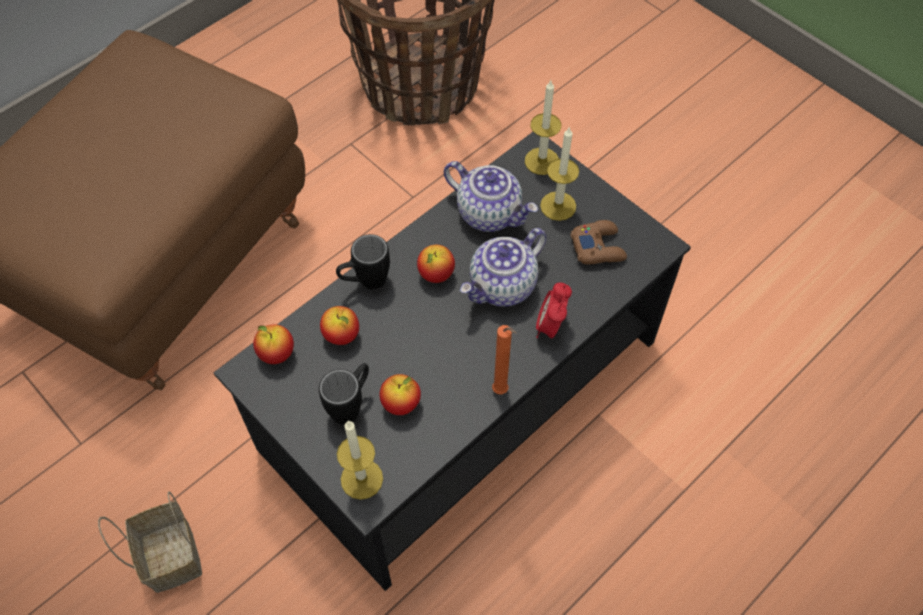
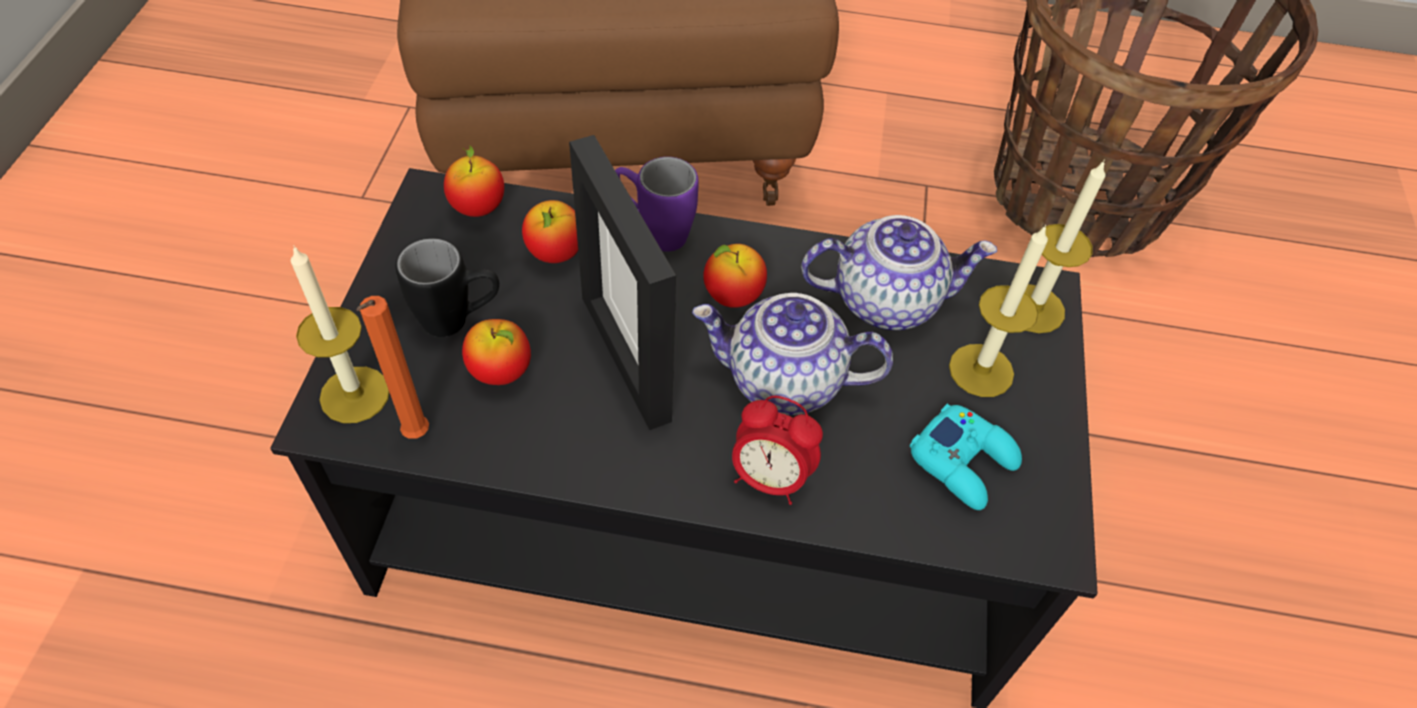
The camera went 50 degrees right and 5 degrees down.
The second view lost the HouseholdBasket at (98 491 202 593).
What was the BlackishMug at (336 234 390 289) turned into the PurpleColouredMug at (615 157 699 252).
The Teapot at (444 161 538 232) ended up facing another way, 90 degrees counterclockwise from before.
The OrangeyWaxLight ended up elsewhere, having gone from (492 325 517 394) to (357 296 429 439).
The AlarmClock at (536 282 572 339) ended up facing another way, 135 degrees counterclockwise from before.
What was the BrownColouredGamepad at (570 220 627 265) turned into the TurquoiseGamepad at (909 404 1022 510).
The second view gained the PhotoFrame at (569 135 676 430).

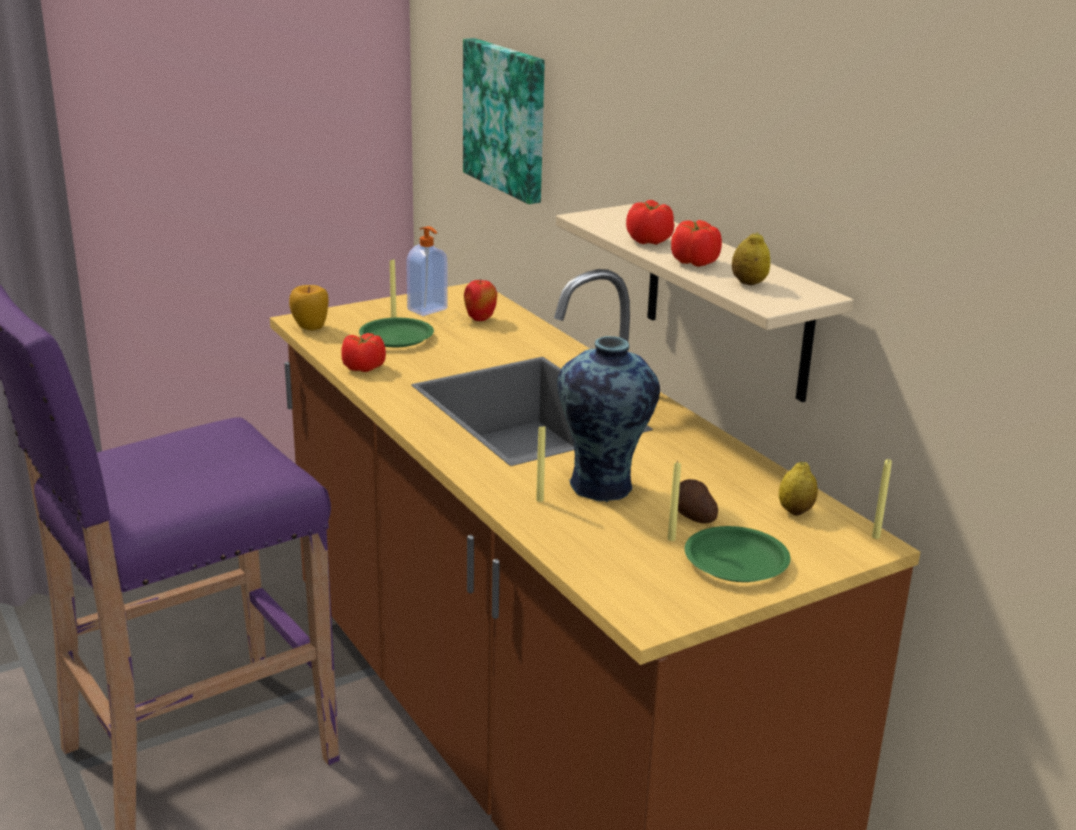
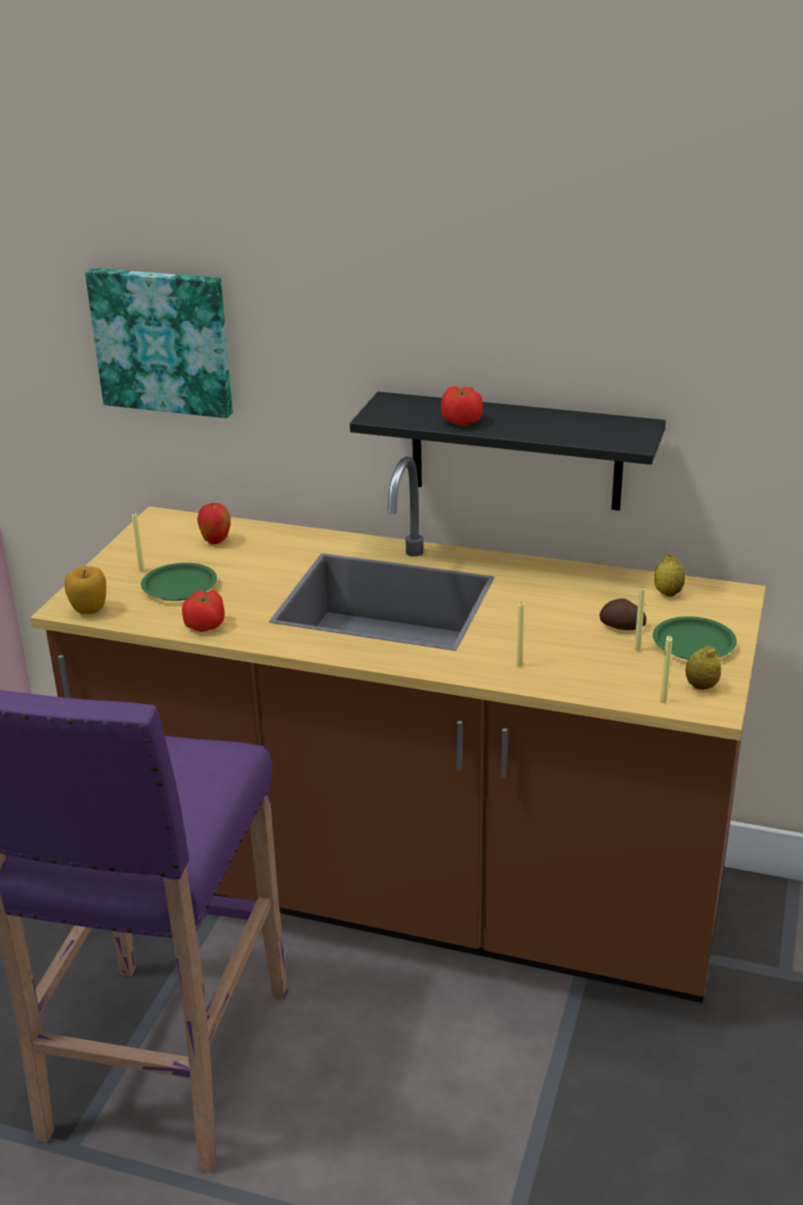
The camera went 40 degrees left and 5 degrees up.
The second view lost the SoapBottle at (406 226 448 316).
What was the SandColouredBracketShelf at (556 204 854 402) turned into the BlackishBracketShelf at (350 392 666 511).
The second view lost the Vase at (557 336 660 502).
The second view lost the FreshTomato at (671 220 722 267).
The CitrusFruit ended up elsewhere, having gone from (732 232 770 285) to (686 646 721 690).
The YellowWaxLight ended up elsewhere, having gone from (872 459 892 539) to (660 636 672 703).

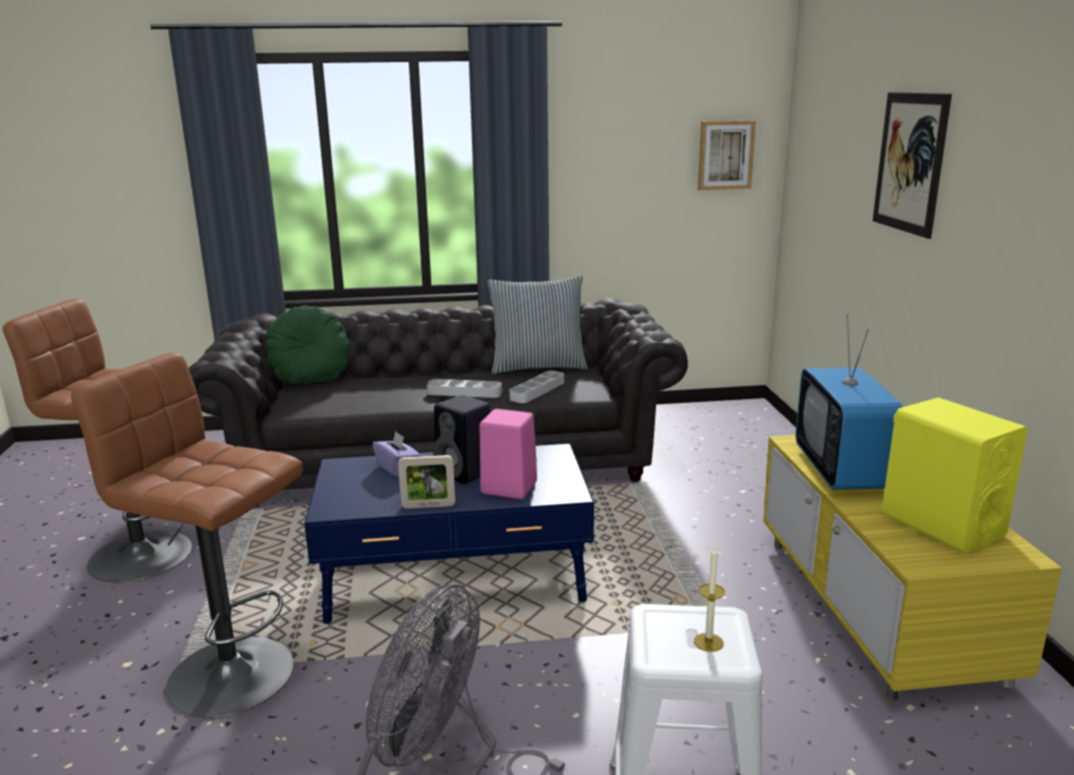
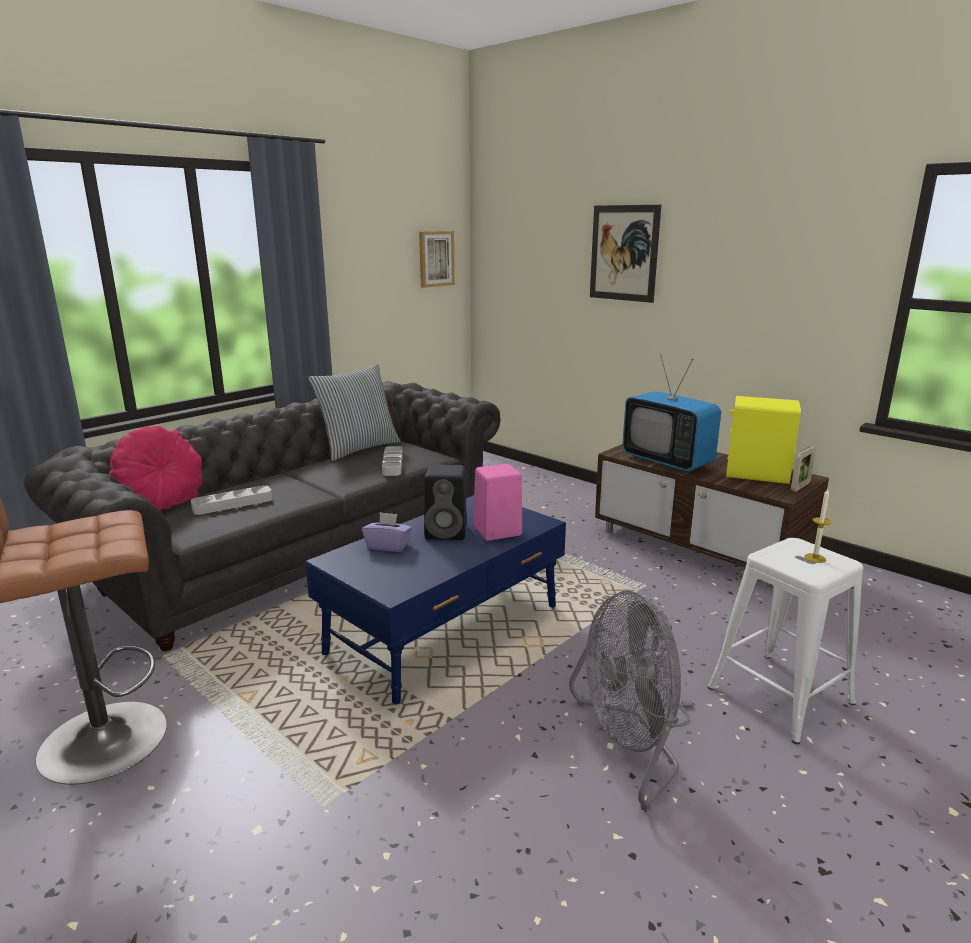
The camera went 40 degrees left and 0 degrees up.
The second view lost the BrownColouredStool at (71 353 302 717).
What was the GreenColouredThrowPillow at (265 305 350 384) turned into the PinkThrowPillow at (109 426 202 510).
The PhotoFrame ended up elsewhere, having gone from (398 455 455 509) to (791 446 816 492).
The GreyTray ended up elsewhere, having gone from (427 379 502 398) to (191 485 272 515).
What was the YellowTvStand at (763 435 1062 700) turned into the BrownColouredTvStand at (595 444 829 588).

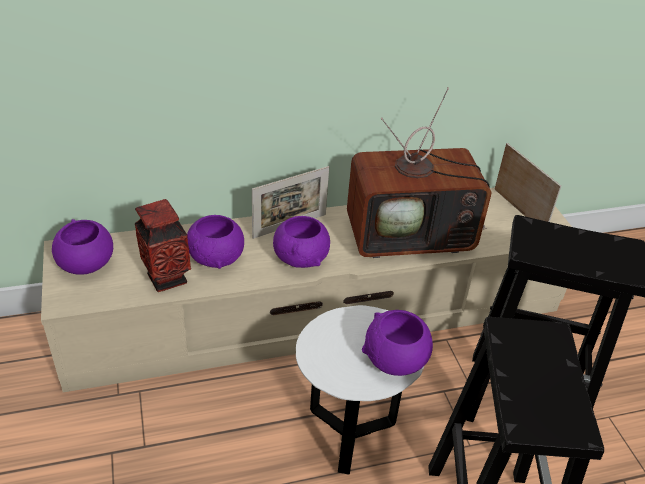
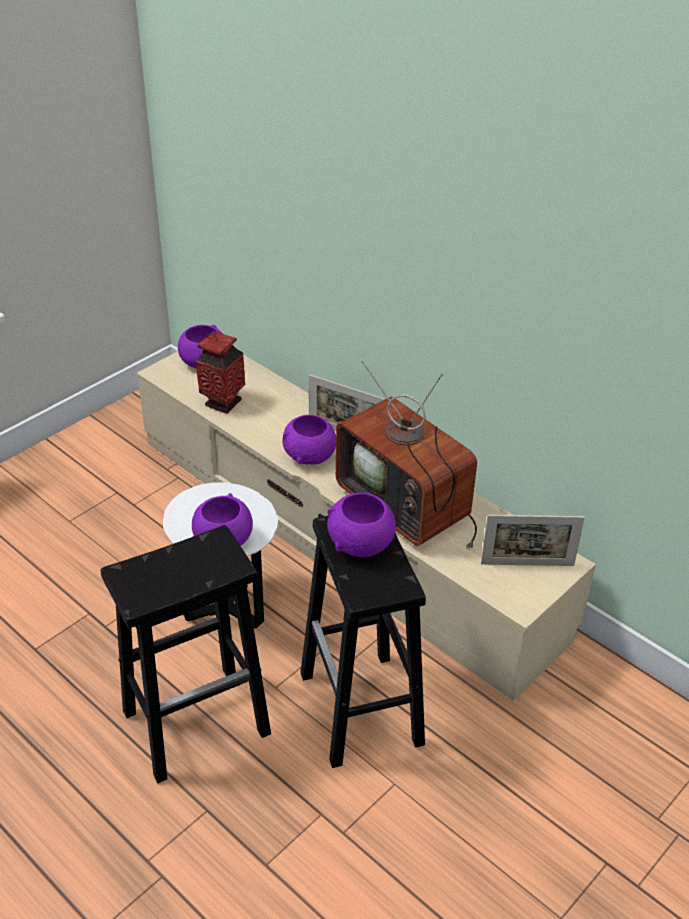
The camera went 60 degrees right and 0 degrees up.
The PurpleColouredBowl ended up elsewhere, having gone from (187 215 244 269) to (327 493 396 558).
The PhotoFrame at (494 143 561 222) ended up facing another way, 60 degrees clockwise from before.

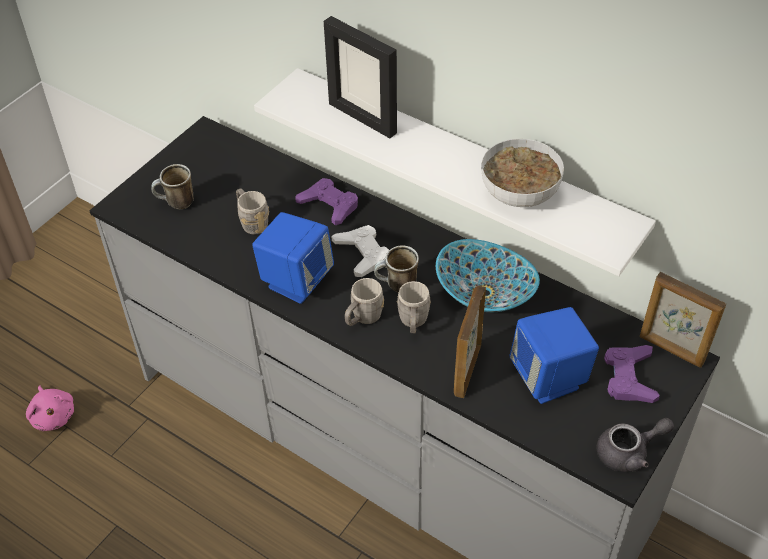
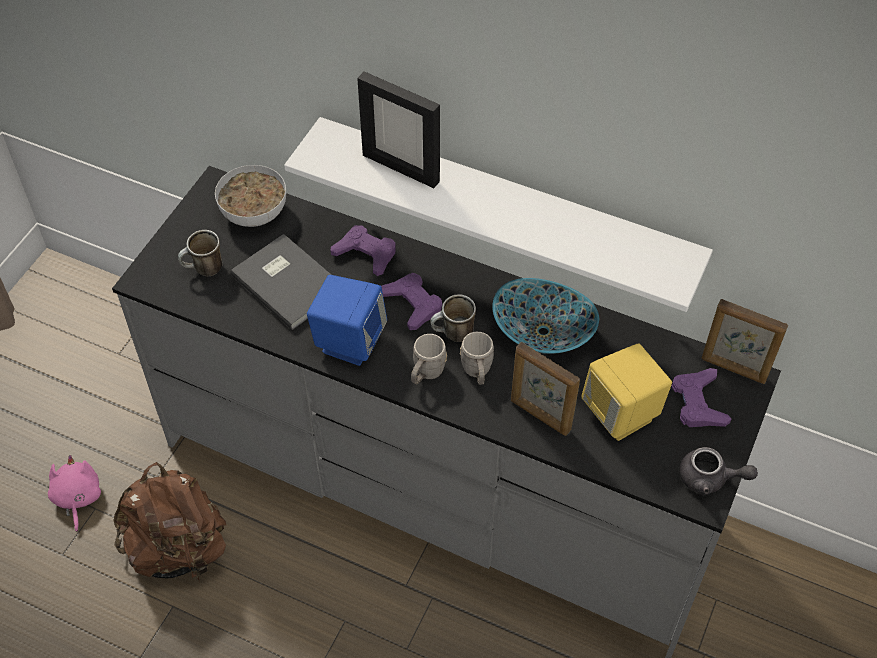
The camera went 10 degrees left and 5 degrees up.
The PinkCuddlyToy at (26 385 74 431) ended up facing another way, 150 degrees counterclockwise from before.
Where the GreyMug stood at (236 188 269 235), the GreyBoundBook came to stand at (231 234 331 330).
What was the WhiteColouredGamepad at (331 225 389 277) turned into the PurpleColouredGamepad at (381 273 442 330).
The PhotoFrame at (454 286 486 398) ended up facing another way, 60 degrees counterclockwise from before.
The Bowl ended up elsewhere, having gone from (481 139 564 207) to (215 165 286 227).
What was the BluishSpeaker at (510 307 599 404) turned into the YellowSpeaker at (581 343 672 441).
The GreyTeapot at (597 418 674 472) ended up facing another way, 45 degrees clockwise from before.
The second view gained the BrownColouredKnapsack at (113 462 227 581).

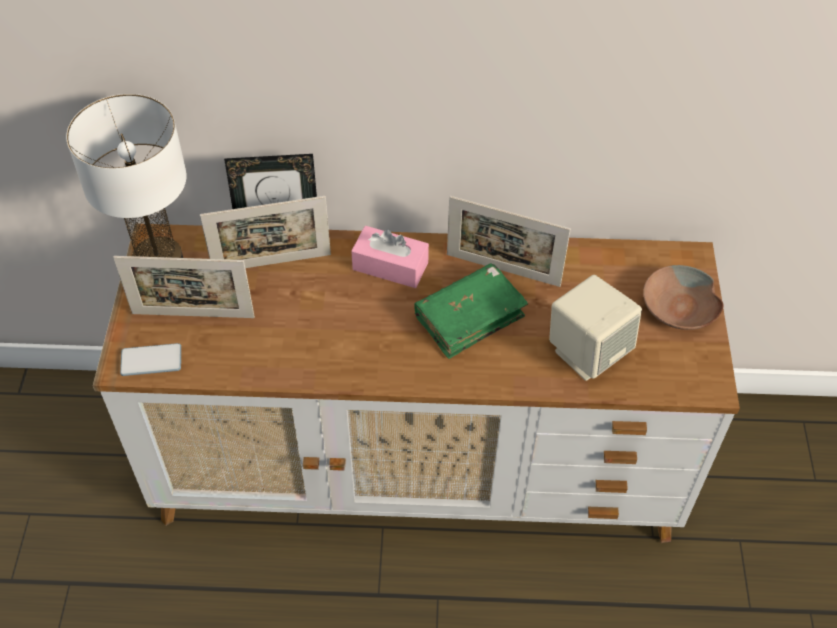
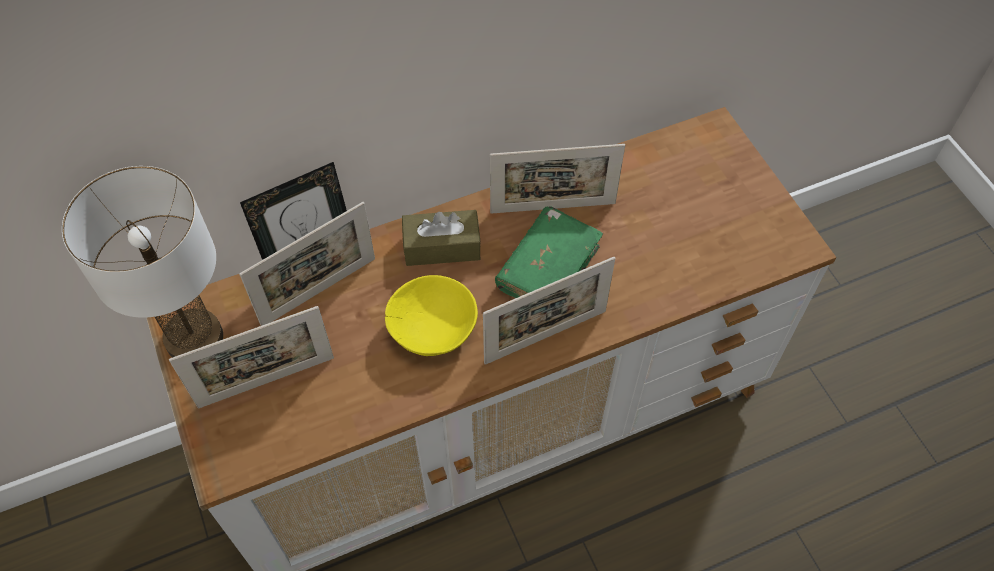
The camera went 25 degrees left and 5 degrees up.
The second view lost the Phone at (120 343 181 376).
What was the PinkTissueHolder at (351 226 429 288) turned into the BrownColouredTissueHolder at (402 210 481 266).
The second view lost the SandColouredSpeaker at (549 275 642 381).
The second view lost the BrownColouredBowl at (643 265 724 330).
The second view gained the YellowBowl at (385 275 478 356).
The second view gained the PhotoFrame at (483 257 615 365).

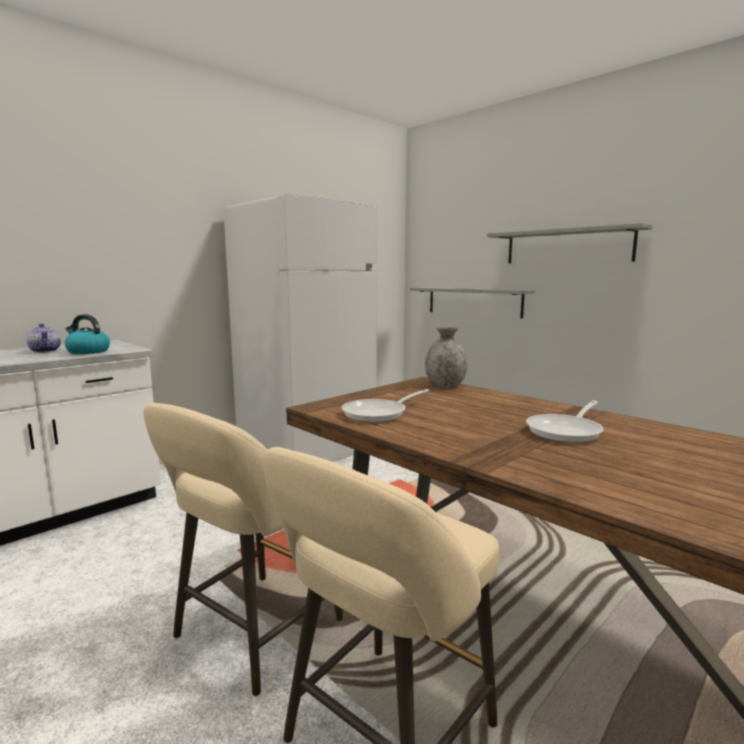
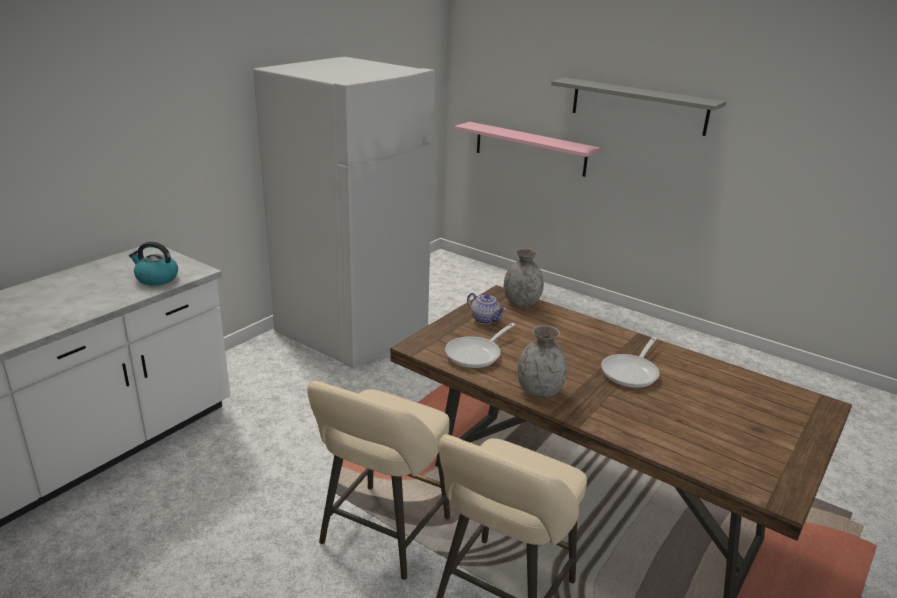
The camera went 10 degrees left and 15 degrees up.
The Teapot ended up elsewhere, having gone from (26 324 61 353) to (467 293 506 324).
What was the GreyBracketShelf at (410 287 535 319) turned into the PinkBracketShelf at (454 122 600 177).
The second view gained the GreyVase at (517 325 567 398).

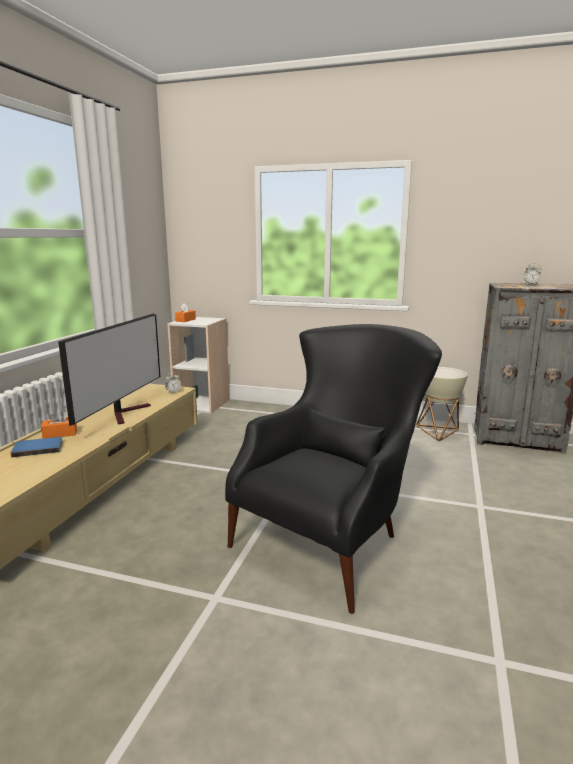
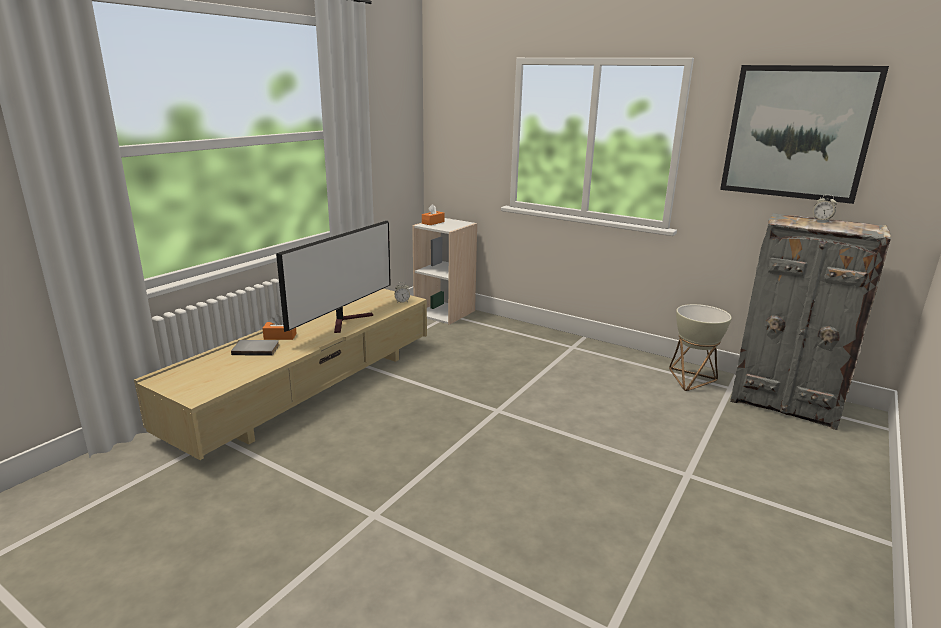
The camera went 15 degrees right and 5 degrees up.
What was the BluishBoundBook at (11 437 63 458) turned into the GreyBoundBook at (231 340 279 356).
The second view lost the BlackishArmchair at (225 324 442 614).
The second view gained the Picture at (720 65 889 204).

